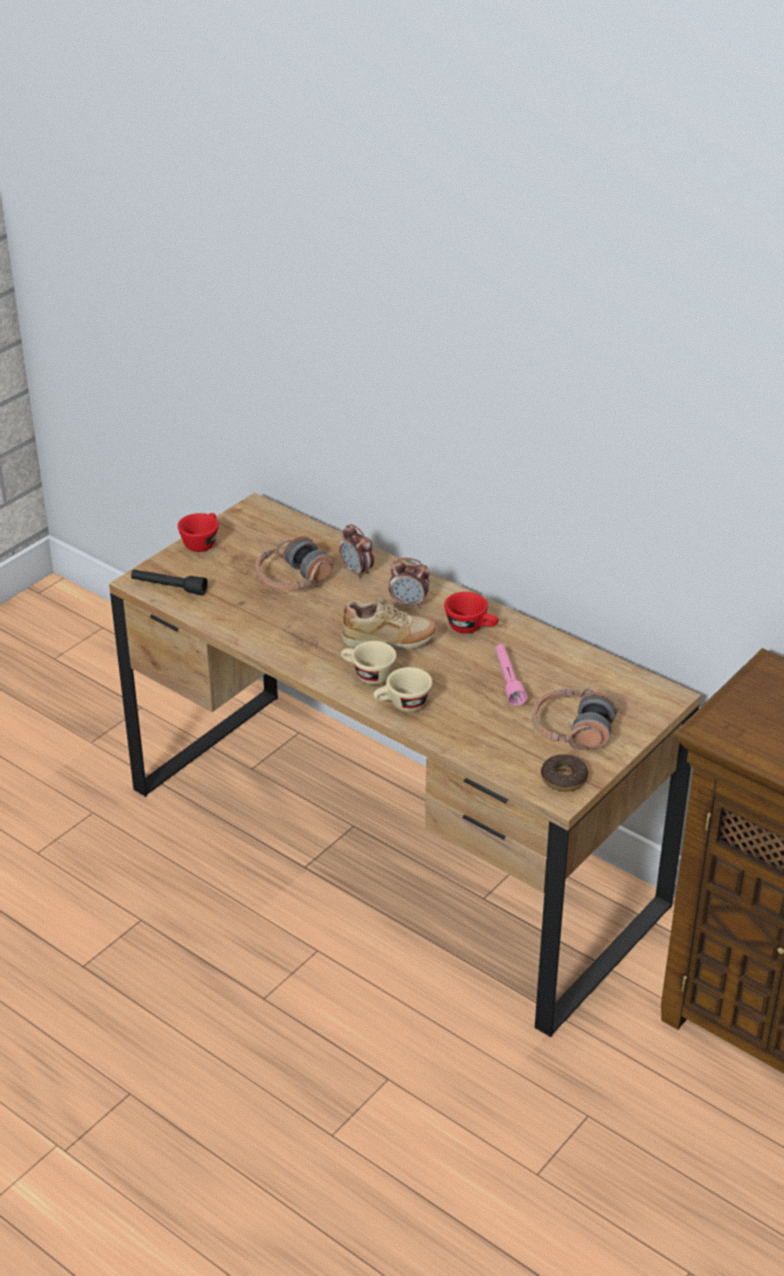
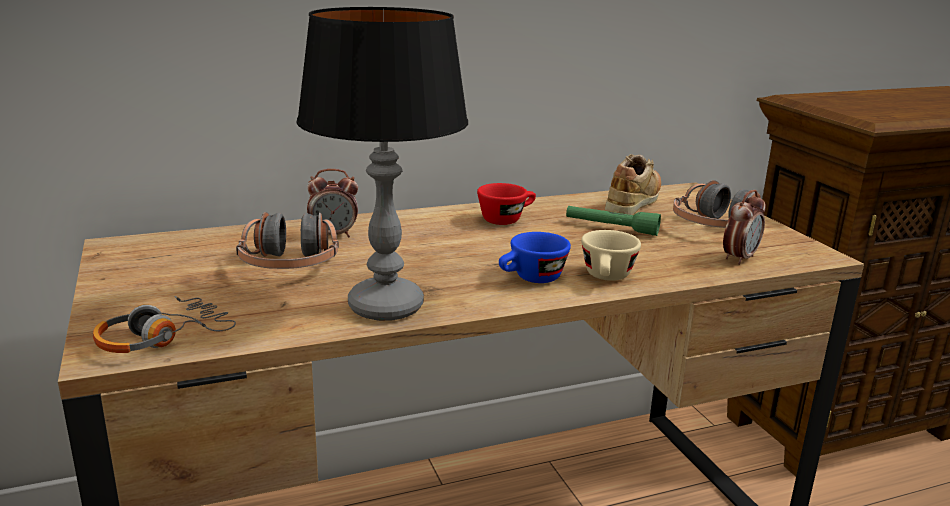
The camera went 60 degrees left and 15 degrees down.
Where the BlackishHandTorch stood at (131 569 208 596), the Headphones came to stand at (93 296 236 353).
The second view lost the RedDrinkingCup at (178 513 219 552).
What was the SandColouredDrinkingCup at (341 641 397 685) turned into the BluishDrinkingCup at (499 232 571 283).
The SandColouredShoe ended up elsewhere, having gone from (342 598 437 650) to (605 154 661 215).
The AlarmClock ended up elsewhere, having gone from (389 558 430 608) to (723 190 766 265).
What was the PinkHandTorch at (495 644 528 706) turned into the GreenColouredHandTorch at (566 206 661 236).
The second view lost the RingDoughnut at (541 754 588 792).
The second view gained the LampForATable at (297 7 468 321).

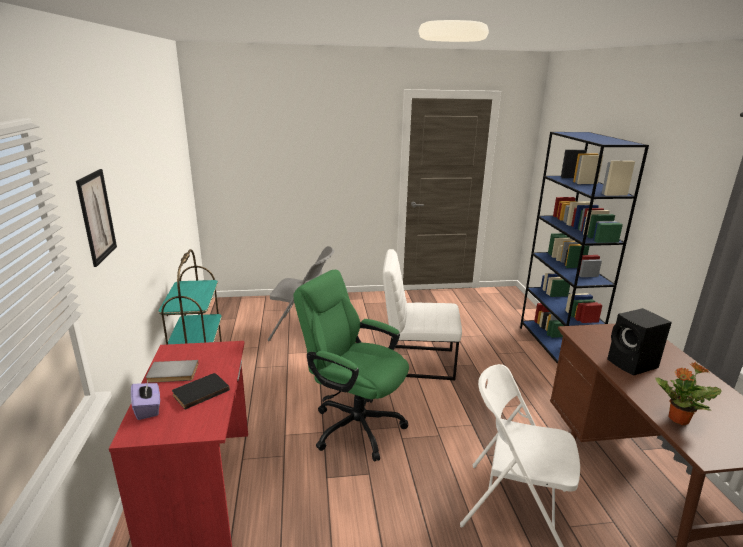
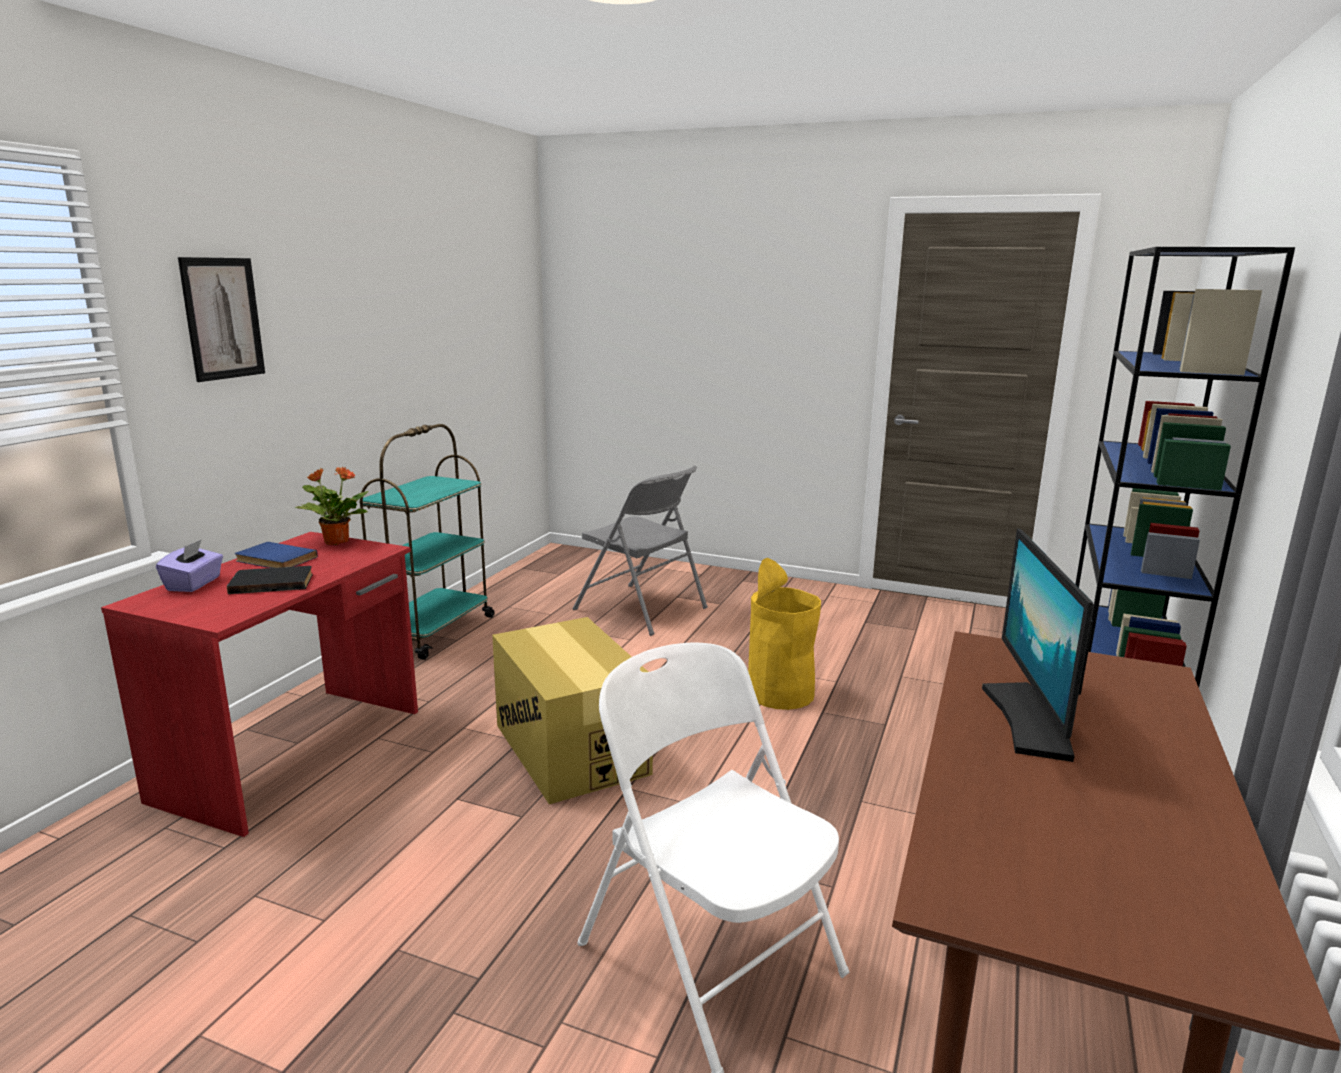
The camera went 30 degrees right and 5 degrees down.
What was the GreyBoundBook at (146 360 199 383) turned into the BluishBoundBook at (235 542 317 568).
Where the GreenColouredDeskChair stood at (293 270 409 462), the CardboardBox came to stand at (492 617 653 804).
Where the WhiteColouredChair stood at (383 249 462 380), the YellowWasteBin came to stand at (748 558 821 710).
Where the BlackishSpeaker stood at (607 308 672 376), the ComputerScreen came to stand at (982 529 1094 762).
The Houseplant ended up elsewhere, having gone from (656 362 722 425) to (295 467 369 545).

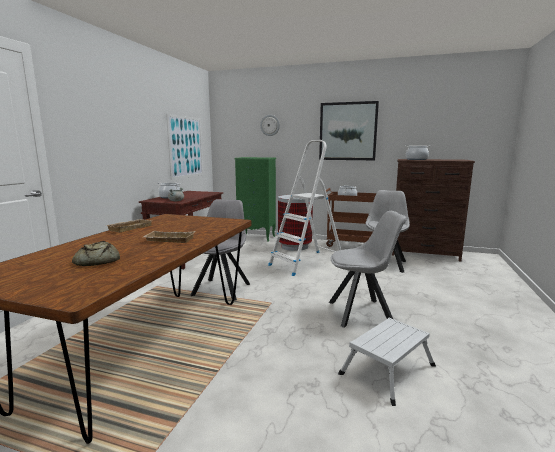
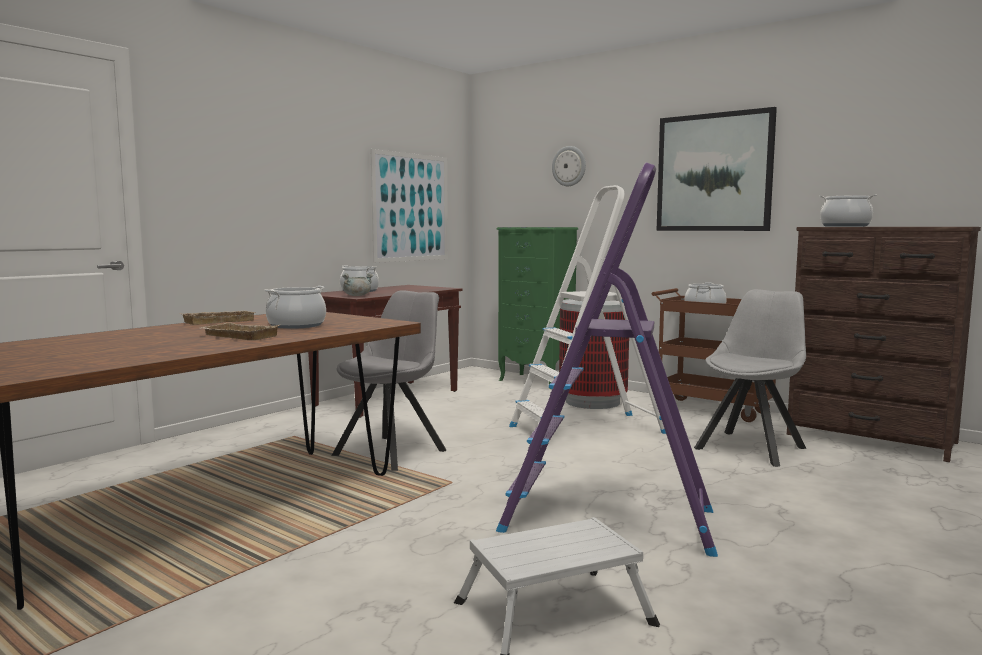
The camera went 20 degrees right and 5 degrees down.
The second view lost the BakedBread at (72 241 120 266).
Where the GreyChair stood at (329 211 407 328), the PurpleColouredStepStool came to stand at (496 162 718 557).
The second view gained the Stockpot at (264 286 326 329).

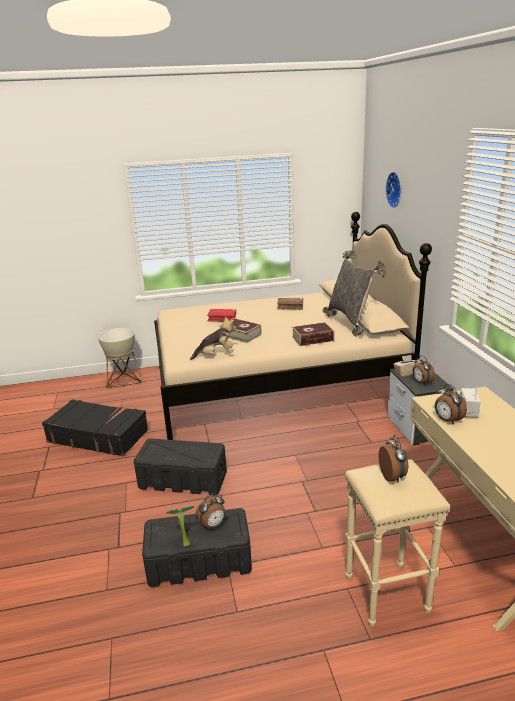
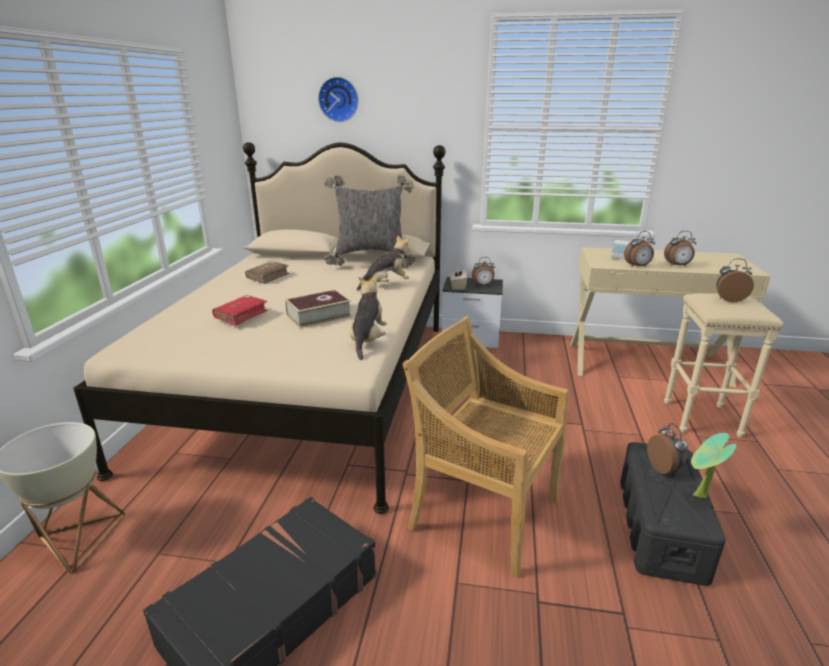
The camera went 70 degrees left and 0 degrees up.
Where the BlackishStorageContainer stood at (134 439 227 495), the SandColouredChair came to stand at (402 316 569 578).
Where the BoundBook stood at (292 322 335 346), the CuddlyToy came to stand at (357 235 410 291).
The second view gained the AlarmClock at (664 231 696 266).

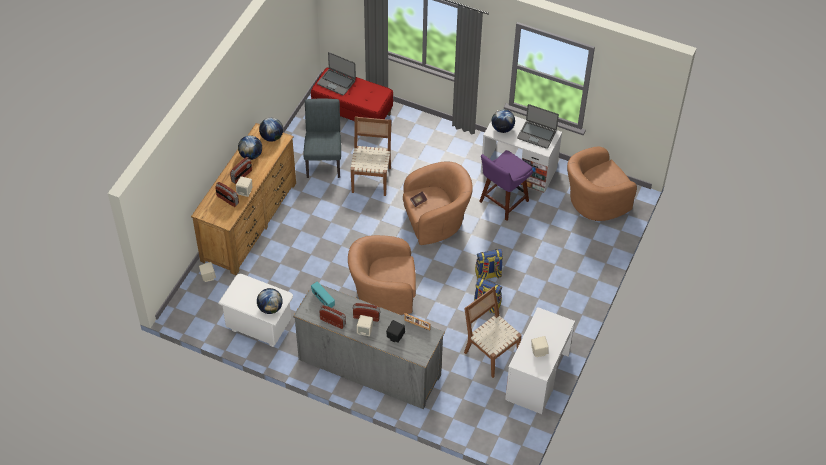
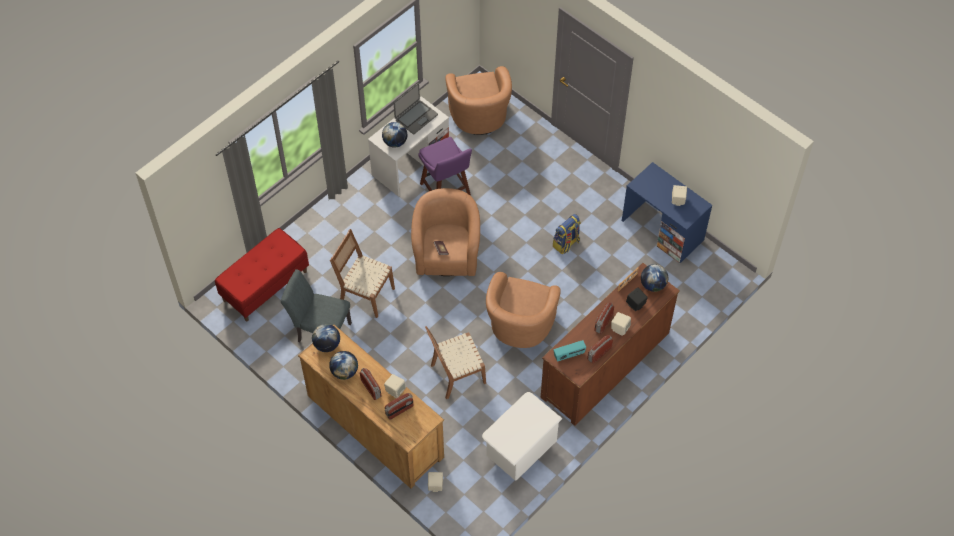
The camera went 70 degrees left and 5 degrees up.
The WorldGlobe ended up elsewhere, having gone from (257 288 283 314) to (641 264 668 292).
What was the GreyChestOfDrawers at (293 282 445 409) turned into the BrownColouredChestOfDrawers at (541 263 680 426).
The second view lost the NotebookComputer at (317 52 356 96).
The Chair ended up elsewhere, having gone from (464 286 522 378) to (425 326 486 399).
The second view lost the Knapsack at (475 249 503 280).
What was the WhiteColouredDesk at (505 307 575 414) turned into the BluishDesk at (622 162 712 264).

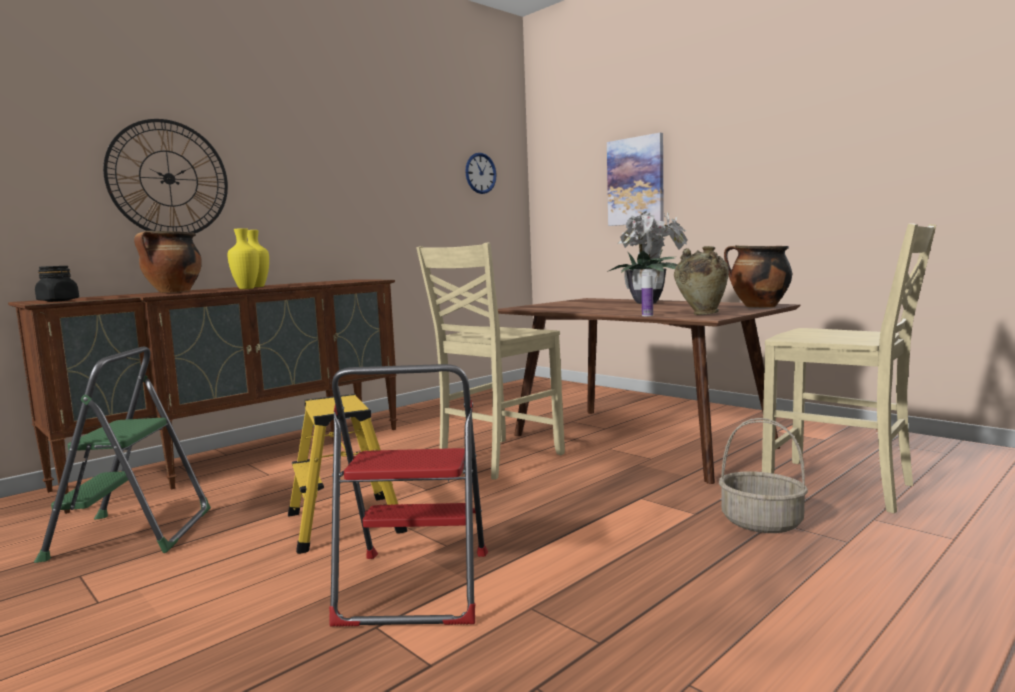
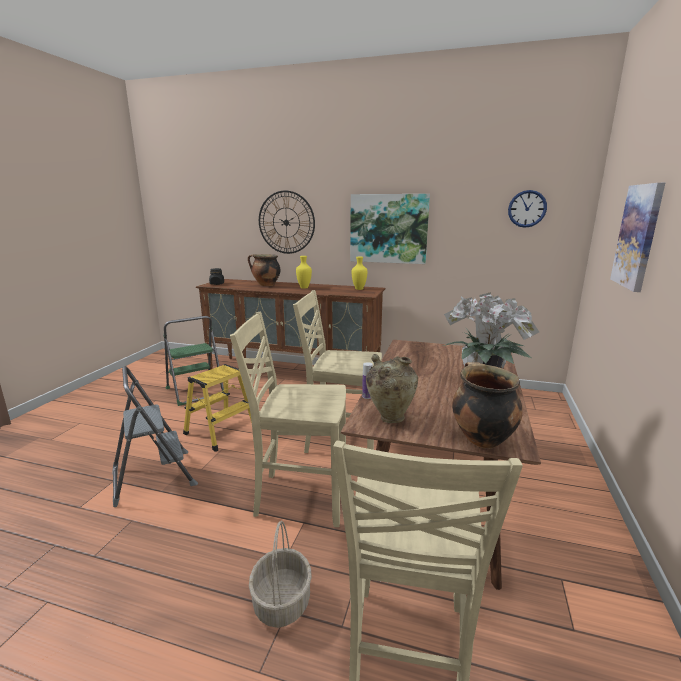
The camera went 60 degrees right and 10 degrees up.
The YellowVase ended up elsewhere, having gone from (228 228 259 289) to (352 257 367 290).
What was the RedStepStool at (329 364 488 627) turned into the GreyStepStool at (113 366 198 507).
The second view gained the SandColouredChair at (230 312 346 527).
The second view gained the Picture at (350 194 430 264).

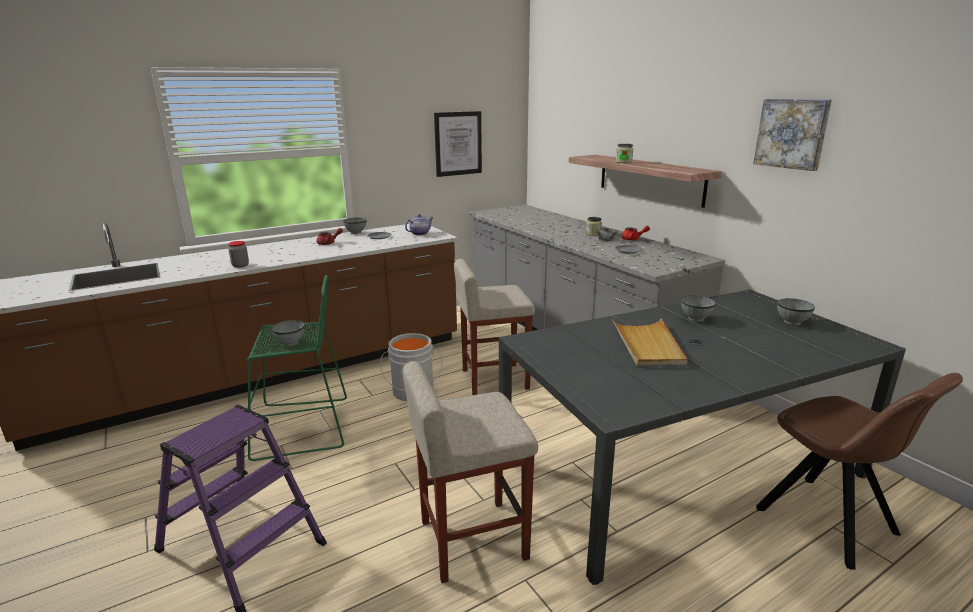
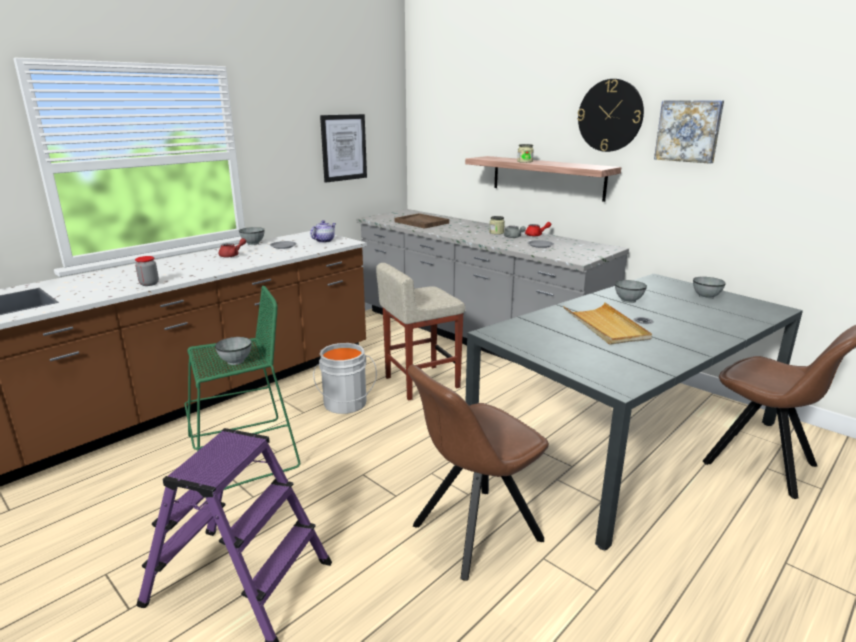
The camera went 15 degrees left and 0 degrees up.
Where the SandColouredStool stood at (403 361 538 583), the BrownColouredChair came to stand at (408 365 549 581).
The second view gained the BrownColouredTray at (395 213 449 229).
The second view gained the WallClock at (577 79 644 152).

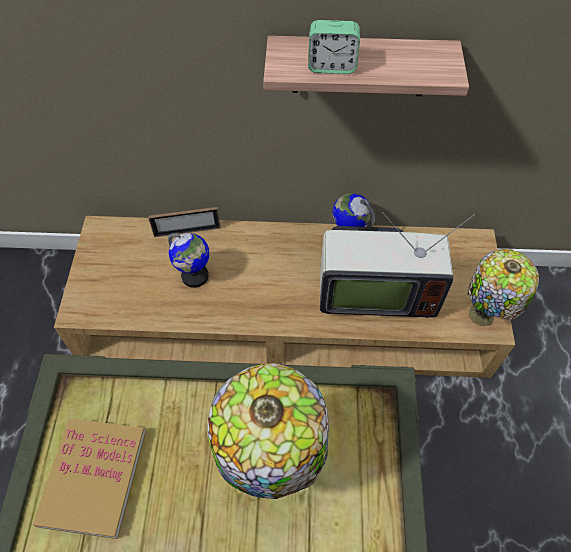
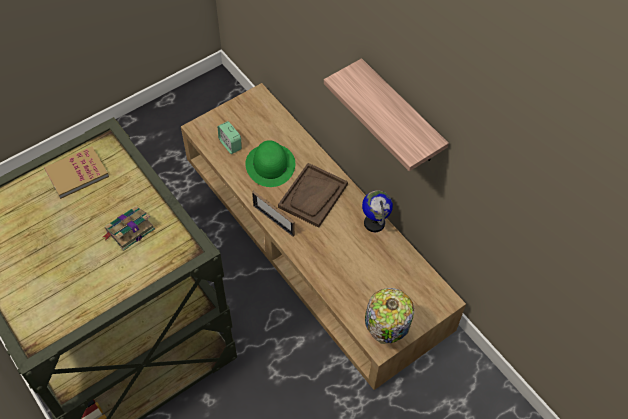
The camera went 50 degrees right and 0 degrees up.
The PhotoFrame ended up elsewhere, having gone from (148 207 221 237) to (252 191 295 237).
Where the WorldGlobe stood at (168 233 210 288), the GreenColouredClothingHat came to stand at (245 140 295 187).
Where the LampForATable stood at (207 363 329 499), the BoundBook came to stand at (103 206 155 251).
The AlarmClock ended up elsewhere, having gone from (308 20 360 74) to (218 121 242 154).
The second view lost the TvSet at (320 212 475 318).
The second view gained the BrownColouredTray at (278 163 348 228).

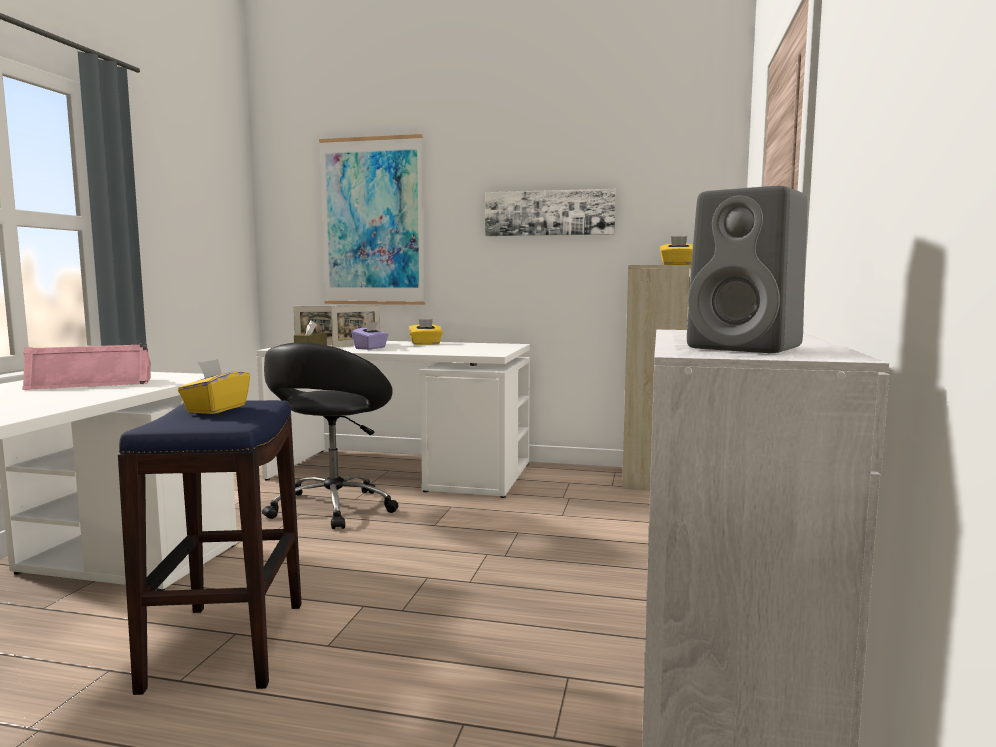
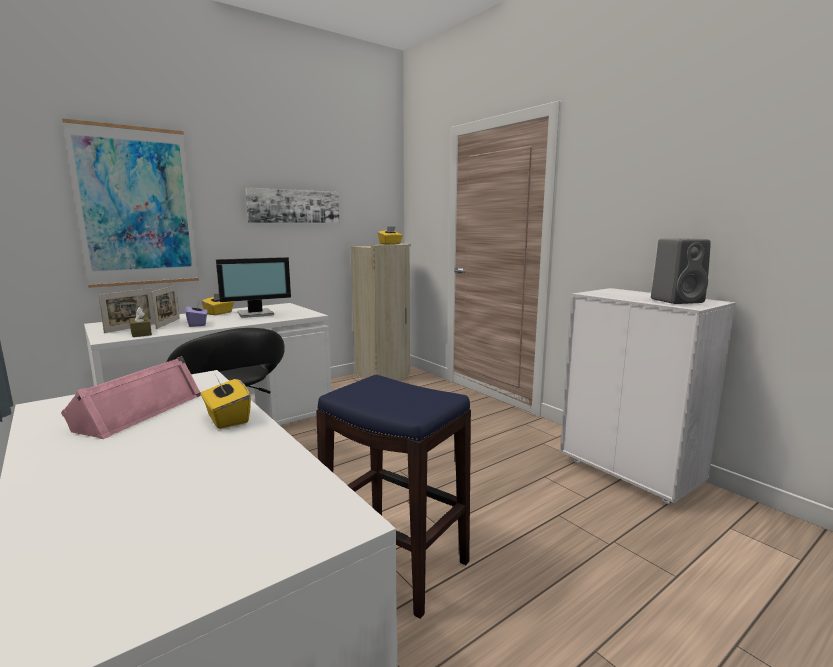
The camera went 50 degrees left and 5 degrees up.
The YellowTissueHolder ended up elsewhere, having gone from (178 359 250 414) to (201 374 251 429).
The second view gained the ComputerScreen at (216 257 291 318).

